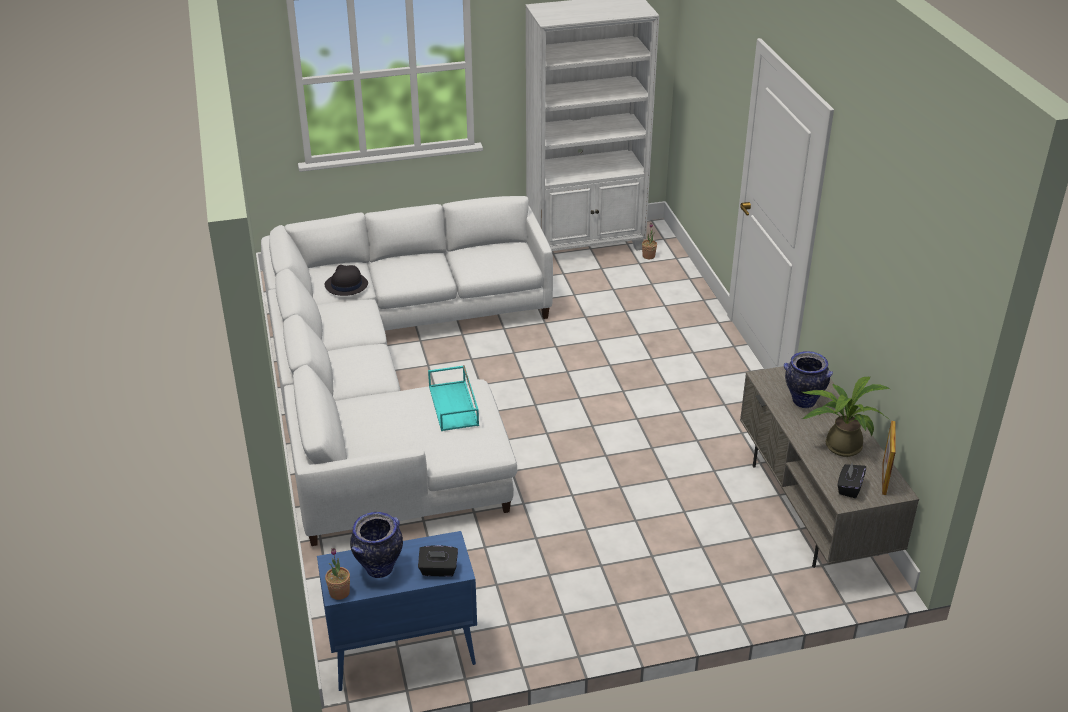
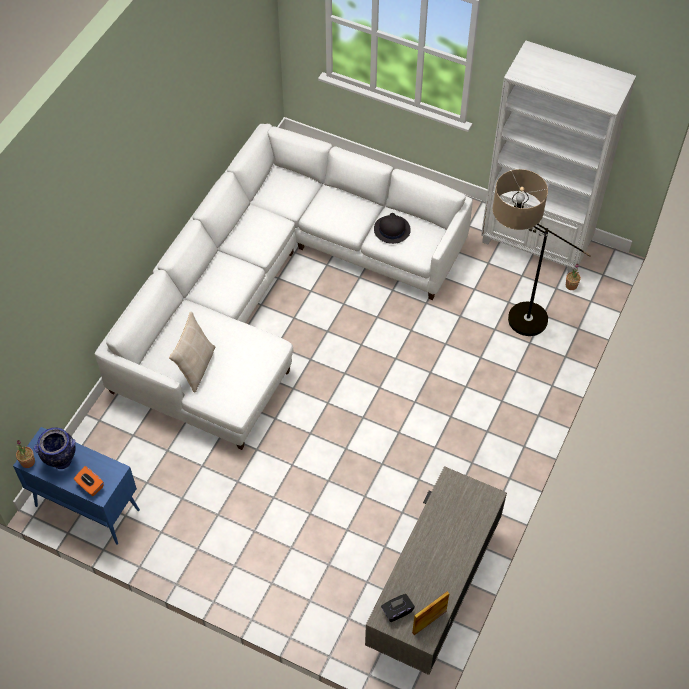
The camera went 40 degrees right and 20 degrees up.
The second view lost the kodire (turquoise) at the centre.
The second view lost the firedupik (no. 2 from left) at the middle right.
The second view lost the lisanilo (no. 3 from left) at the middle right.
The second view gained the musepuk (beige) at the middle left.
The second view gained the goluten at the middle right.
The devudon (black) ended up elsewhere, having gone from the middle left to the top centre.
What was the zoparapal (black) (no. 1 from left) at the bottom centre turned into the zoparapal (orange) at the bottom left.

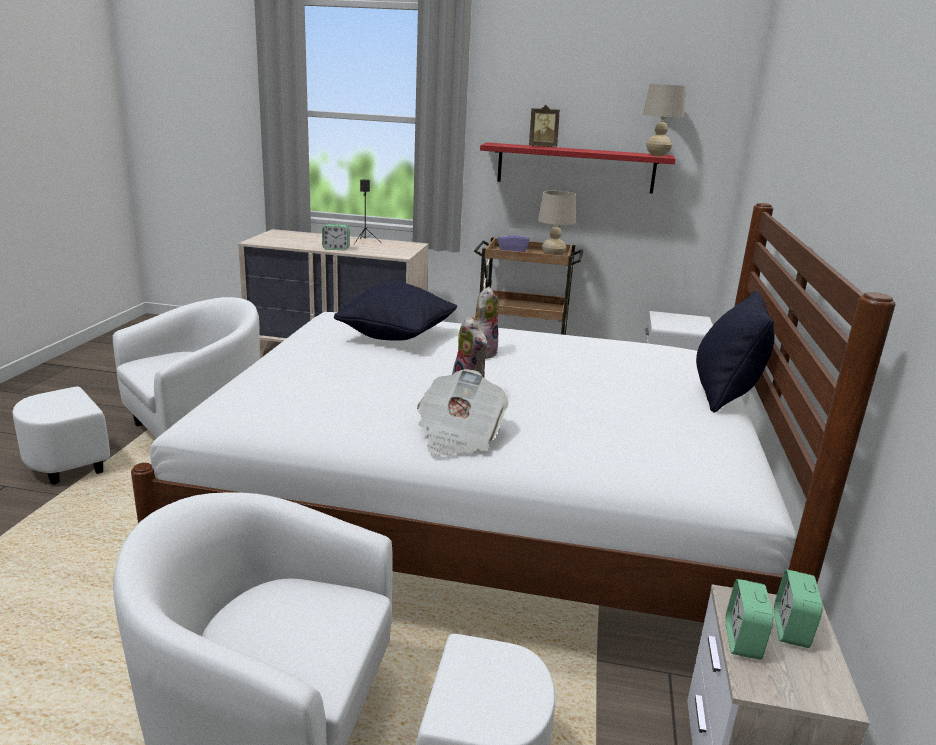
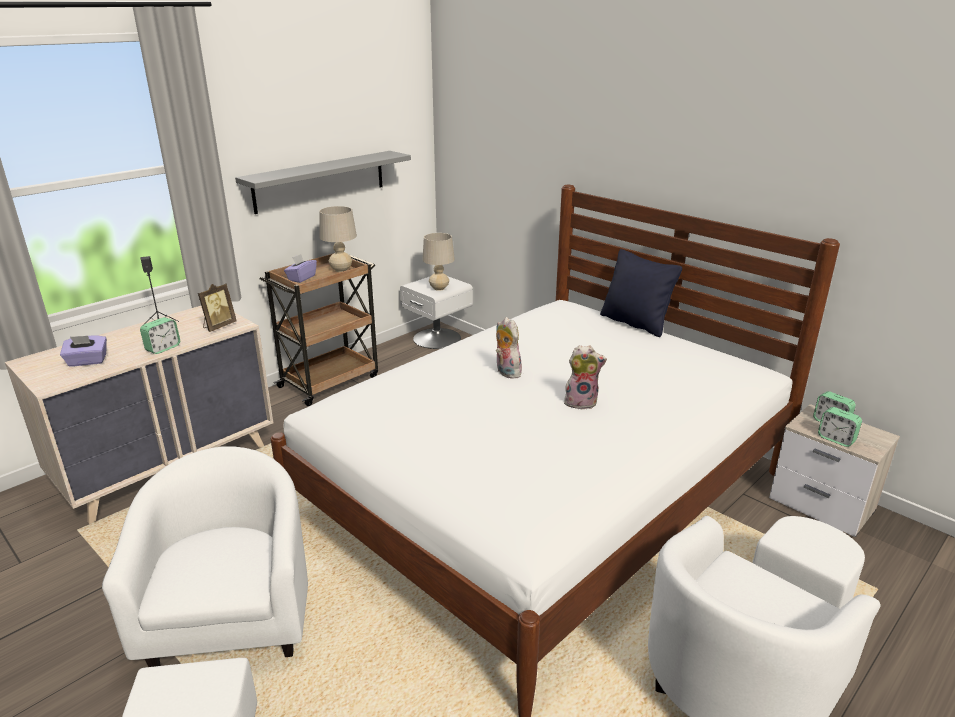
The camera went 55 degrees left and 5 degrees up.
The second view lost the musepuk (black) (no. 1 from left) at the centre.
The second view lost the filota at the centre.
The second view gained the zoparapal (purple) (no. 1 from left) at the middle left.
The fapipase ended up elsewhere, having gone from the top centre to the middle left.
The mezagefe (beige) (no. 2 from left) ended up elsewhere, having gone from the top right to the centre.
What was the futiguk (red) at the top centre turned into the futiguk (grey) at the top centre.

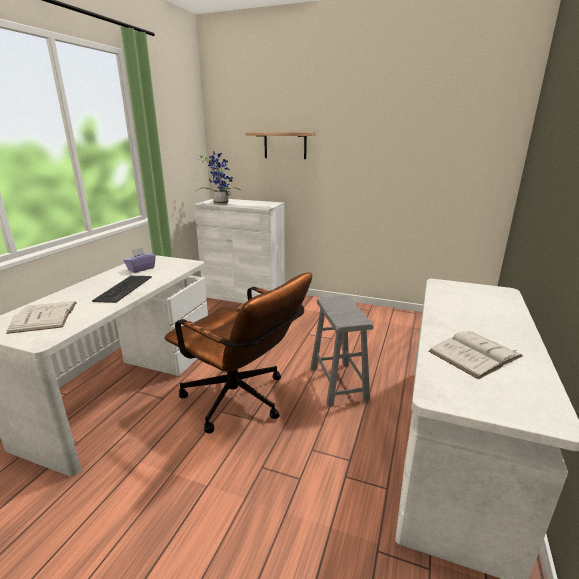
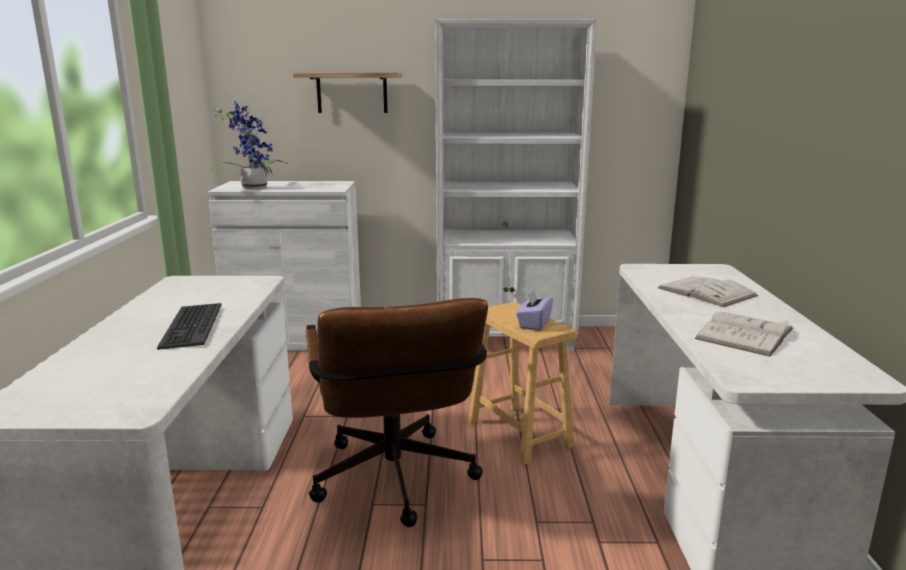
The camera went 20 degrees left and 5 degrees down.
The second view gained the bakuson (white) at the top centre.
The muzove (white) (no. 1 from left) ended up elsewhere, having gone from the middle left to the middle right.
The zoparapal (purple) ended up elsewhere, having gone from the middle left to the centre.
What was the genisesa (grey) at the centre turned into the genisesa (brown) at the bottom centre.
The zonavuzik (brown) at the centre ended up facing another way, 60 degrees clockwise from before.

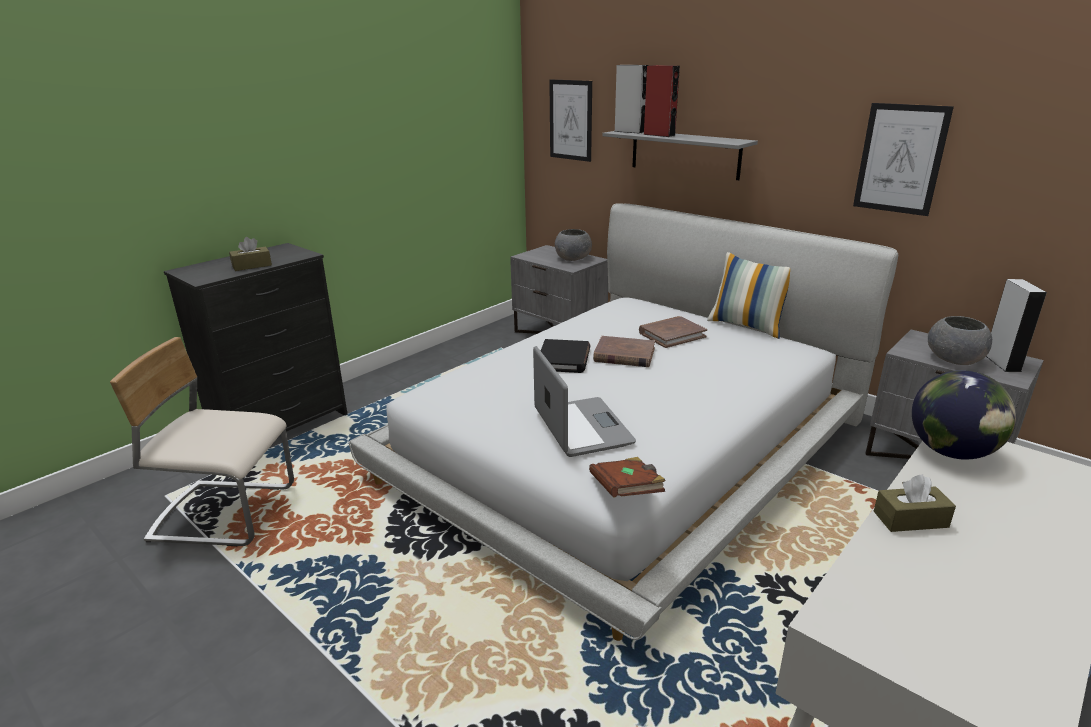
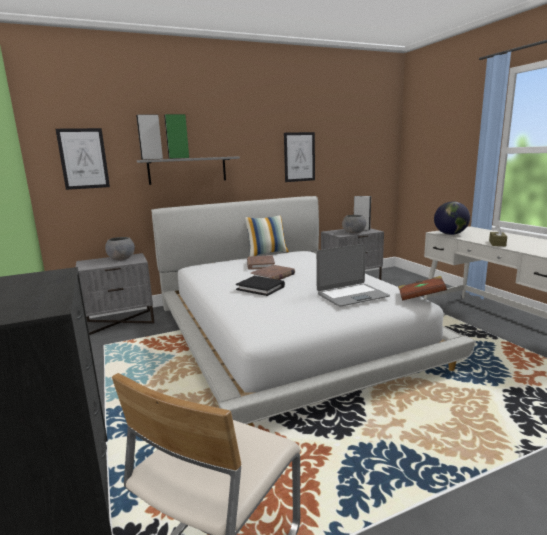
The camera went 65 degrees left and 10 degrees down.
The second view lost the zoparapal (brown) (no. 1 from left) at the middle left.
What was the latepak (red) at the top centre turned into the latepak (green) at the top left.
The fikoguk at the centre ended up facing another way, 150 degrees clockwise from before.

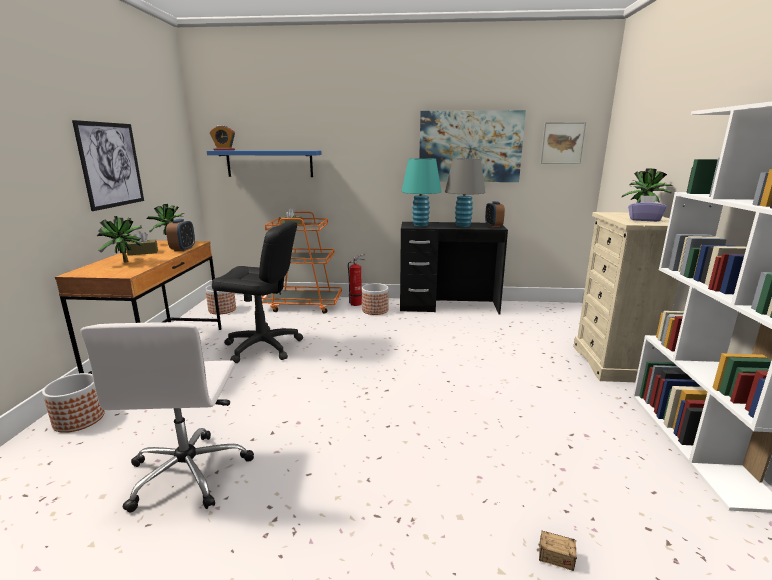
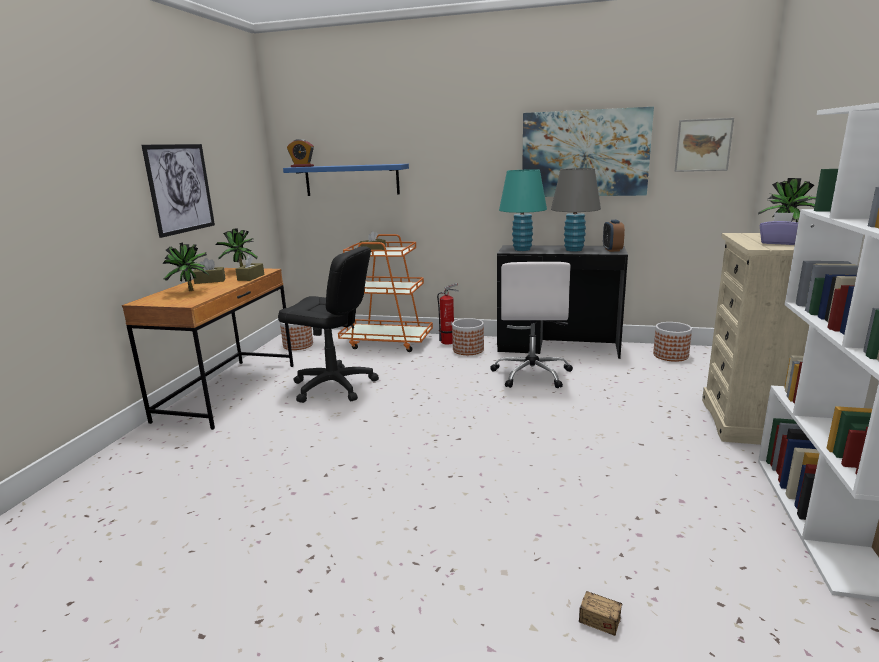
The camera went 10 degrees right and 0 degrees up.
The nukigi (no. 1 from left in the first image) ended up elsewhere, having gone from the bottom left to the middle right.
The zonavuzik (white) ended up elsewhere, having gone from the bottom left to the centre.
Where the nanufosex (no. 1 from left) stood at the middle left, the zoparapal (brown) (no. 2 from left) came to stand at the middle left.

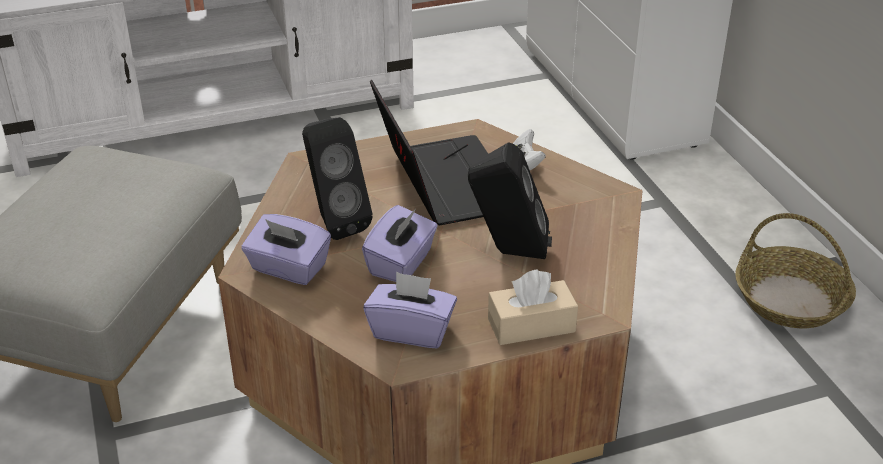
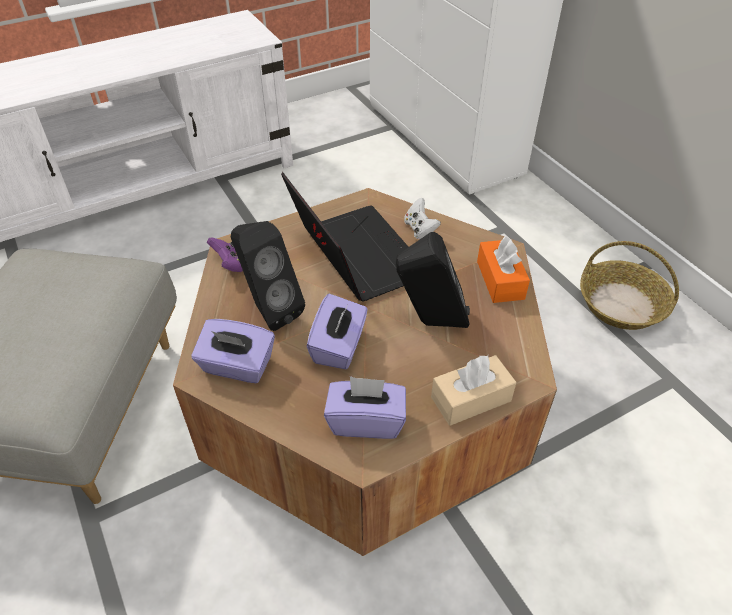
The camera went 10 degrees left and 10 degrees up.
The second view gained the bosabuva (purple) at the middle left.
The second view gained the zoparapal (orange) at the middle right.

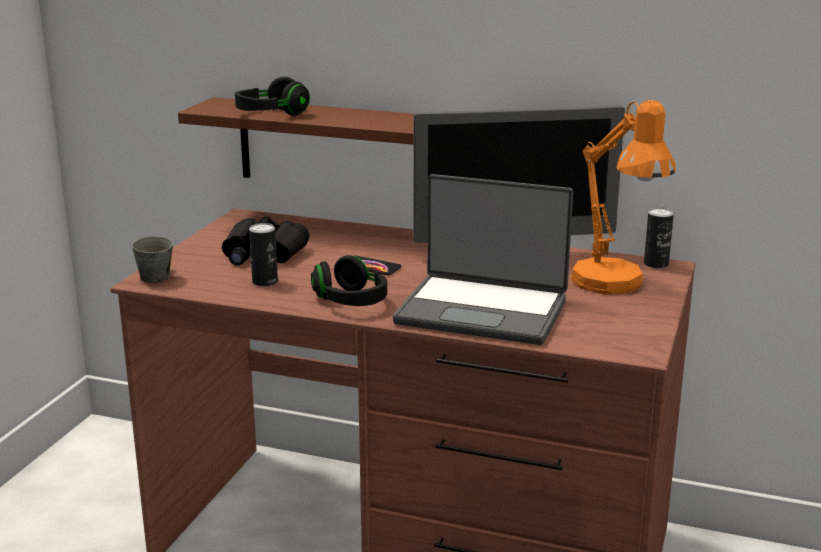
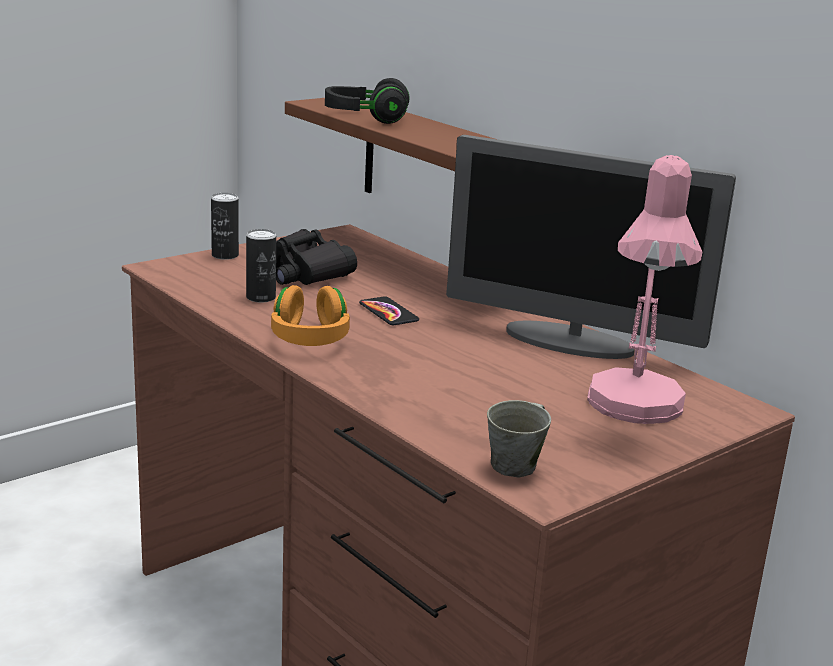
The camera went 30 degrees right and 0 degrees up.
The second view lost the fikoguk at the centre.
The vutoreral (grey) ended up elsewhere, having gone from the middle left to the centre.
The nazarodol (no. 2 from left in the first image) ended up elsewhere, having gone from the middle right to the middle left.
What was the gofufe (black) (no. 2 from left) at the centre turned into the gofufe (orange) at the centre.
What was the mezagefe (orange) at the middle right turned into the mezagefe (pink) at the middle right.

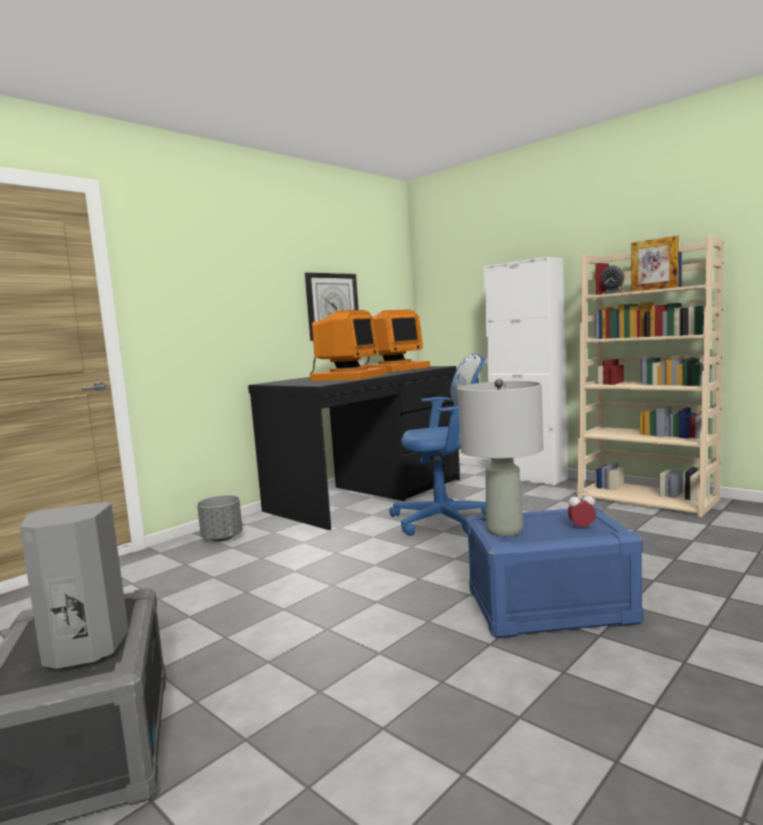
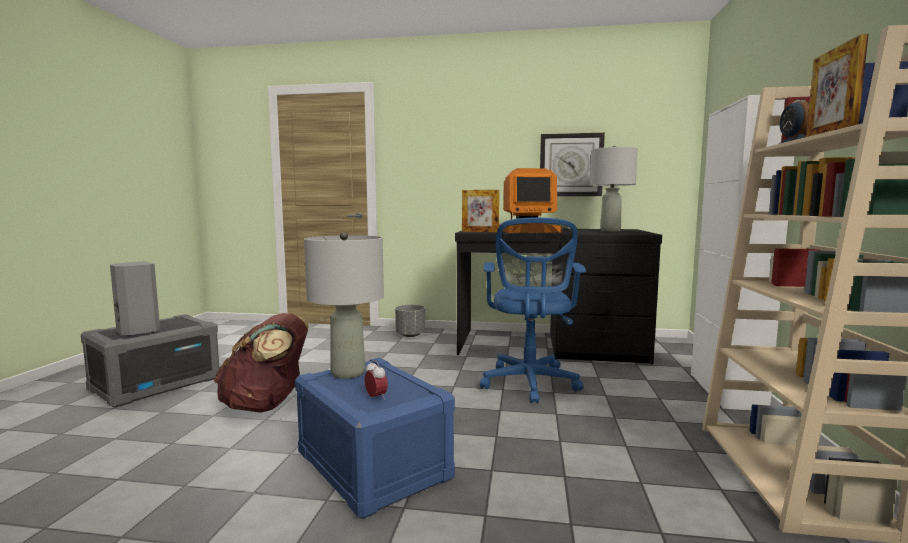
The camera went 55 degrees right and 0 degrees up.
The second view gained the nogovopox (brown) at the bottom left.
The second view gained the fapipase (no. 1 from left) at the centre.
Where the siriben (no. 2 from left) stood at the centre, the mezagefe (grey) (no. 2 from left) came to stand at the middle right.
The zonavuzik (blue) at the centre ended up facing another way, 45 degrees clockwise from before.

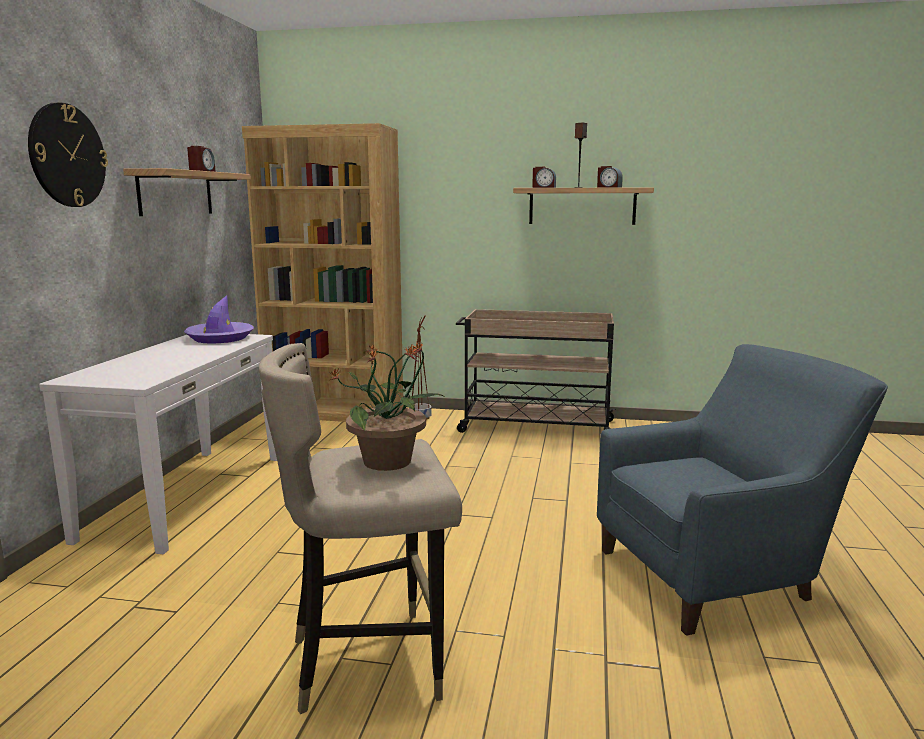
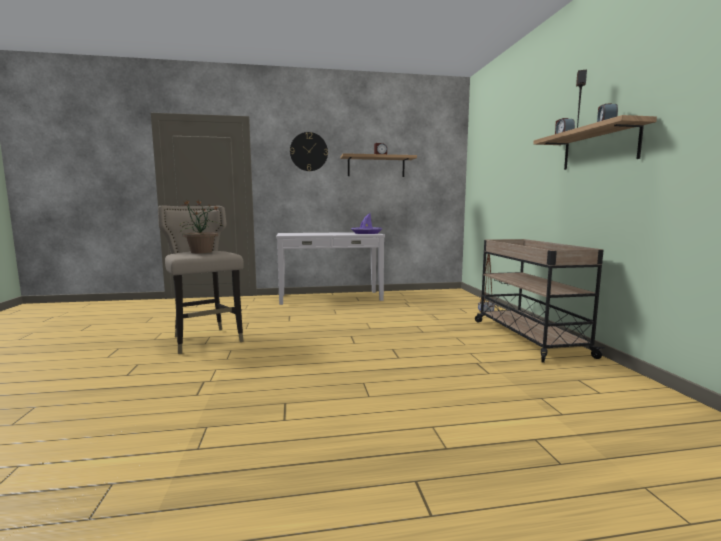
The camera went 70 degrees right and 5 degrees down.
The second view lost the bakuson (brown) at the centre.
The second view lost the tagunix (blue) at the middle right.

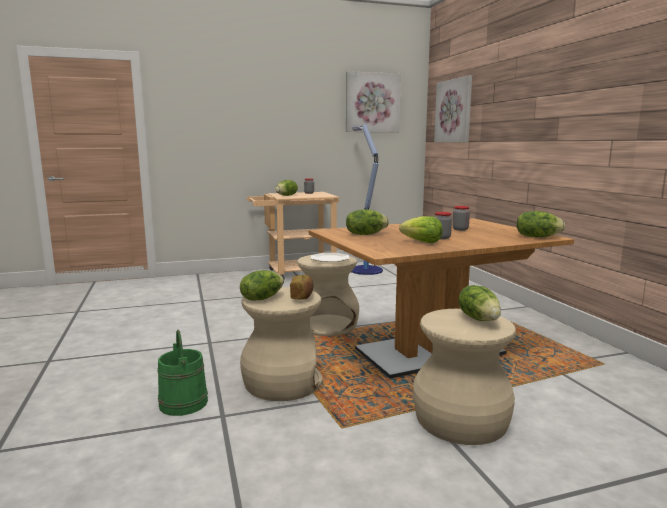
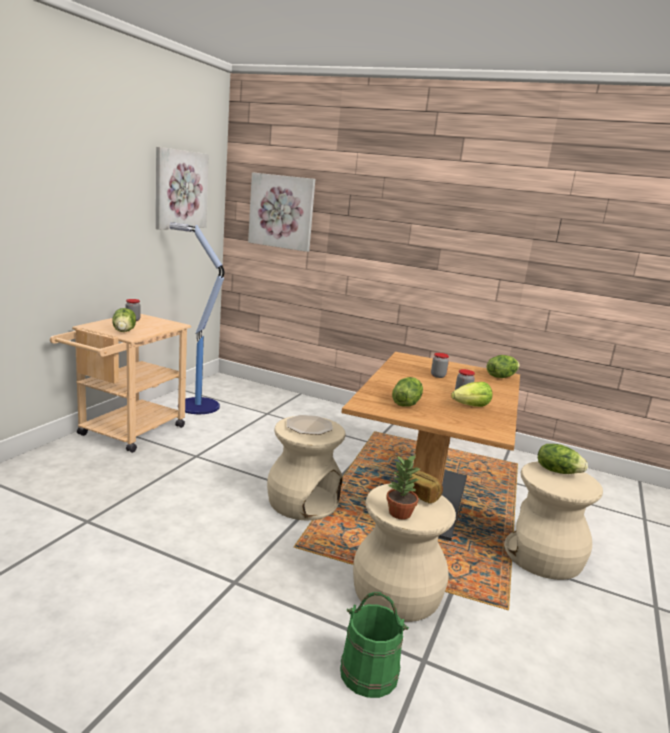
The camera went 50 degrees left and 5 degrees up.
Where the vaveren (no. 1 from left) stood at the centre, the lisanilo came to stand at the centre.

